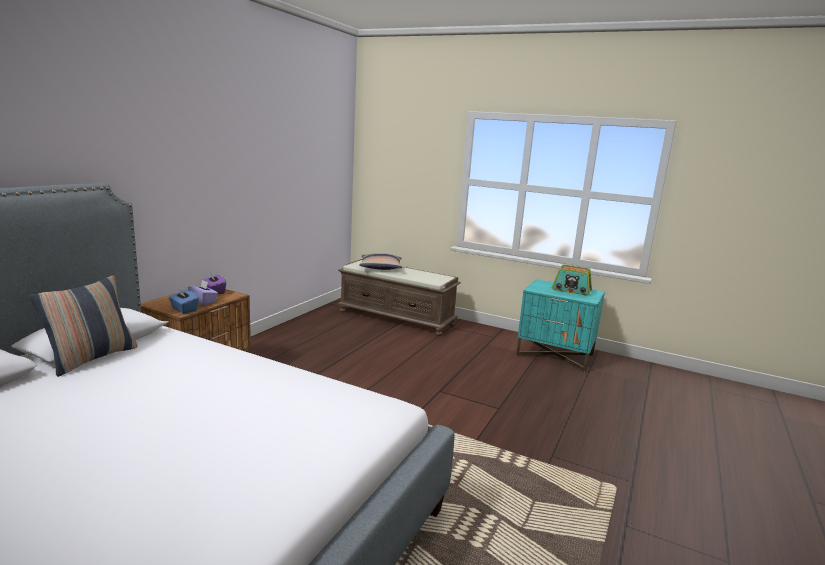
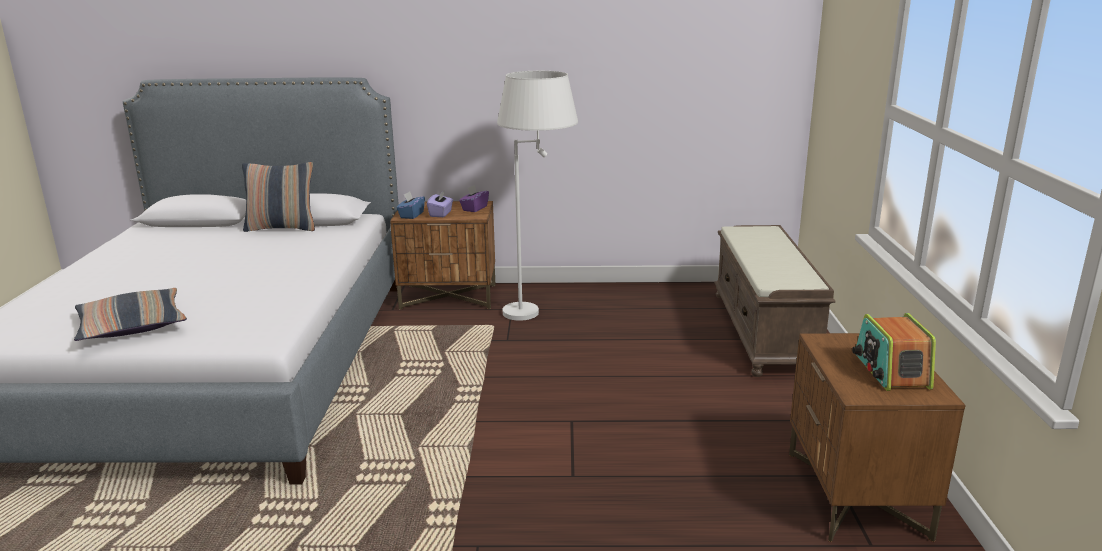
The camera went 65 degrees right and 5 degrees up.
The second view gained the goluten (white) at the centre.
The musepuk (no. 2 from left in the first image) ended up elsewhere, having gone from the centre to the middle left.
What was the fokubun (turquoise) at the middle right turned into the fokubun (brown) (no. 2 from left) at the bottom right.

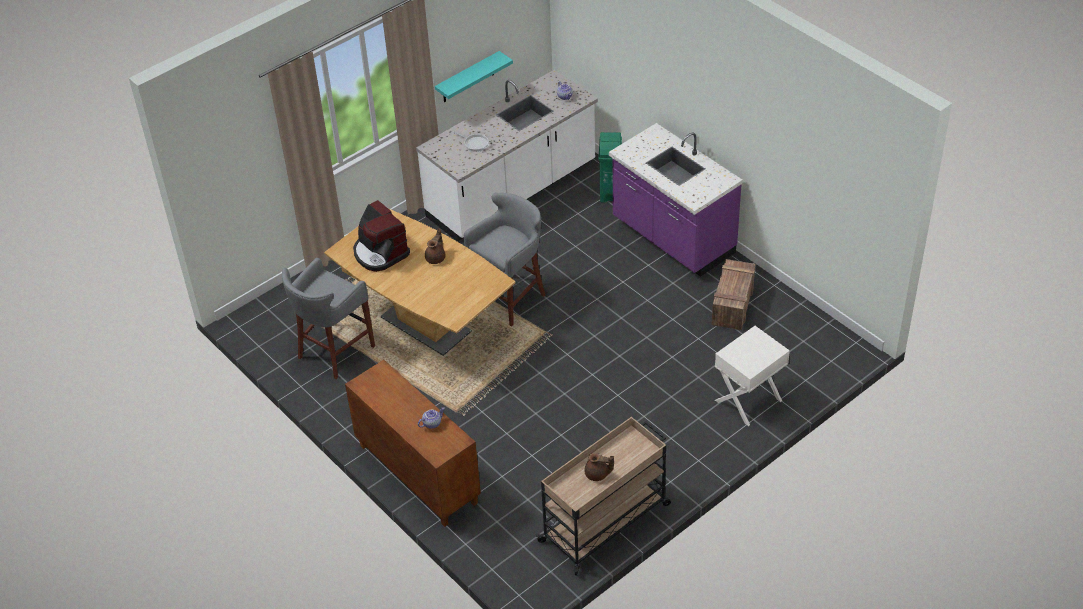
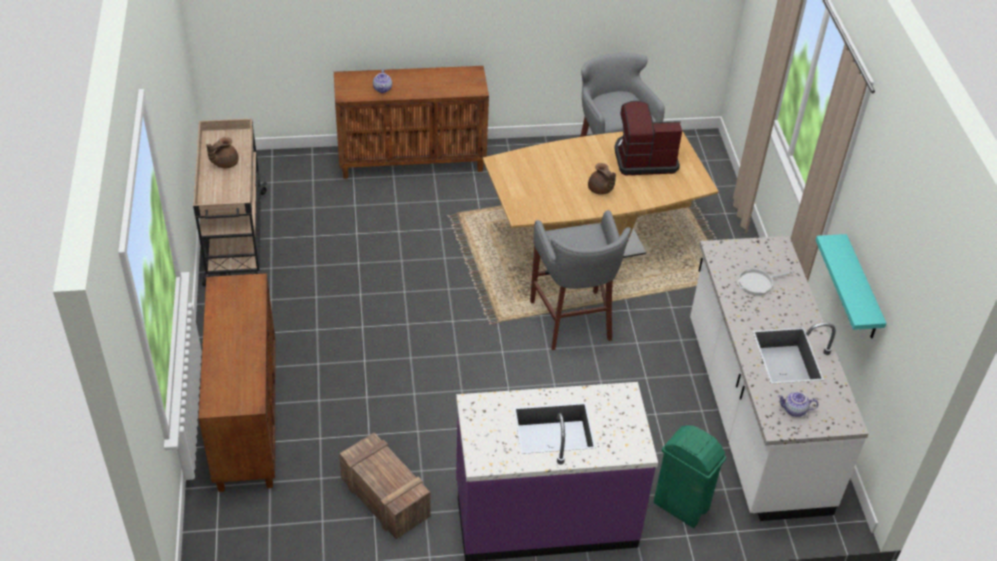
The camera went 120 degrees right and 0 degrees up.
Where the fokubun (white) stood at the middle right, the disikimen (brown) (no. 1 from left) came to stand at the bottom left.

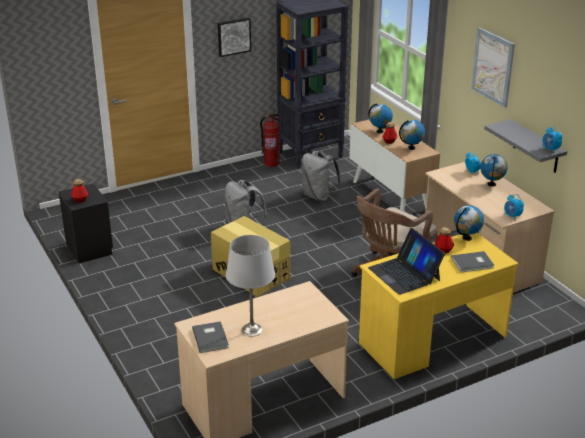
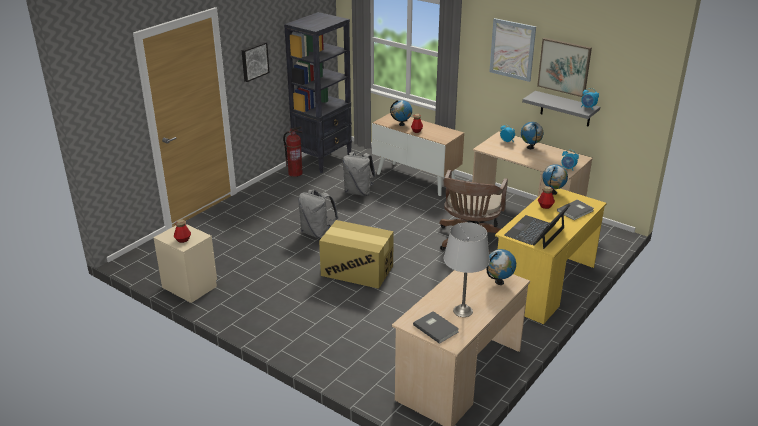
The camera went 25 degrees left and 0 degrees up.
The second view gained the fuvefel (no. 3 from left) at the top right.
The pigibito (no. 2 from left) ended up elsewhere, having gone from the top right to the centre.
What was the fokubun (black) at the middle left turned into the fokubun (beige) at the middle left.
The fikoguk at the middle right ended up facing another way, 90 degrees clockwise from before.

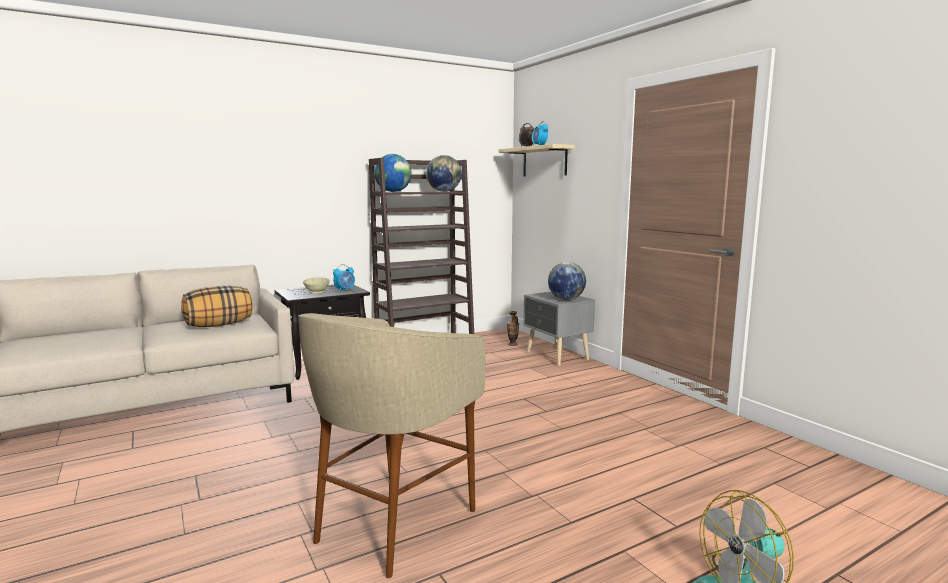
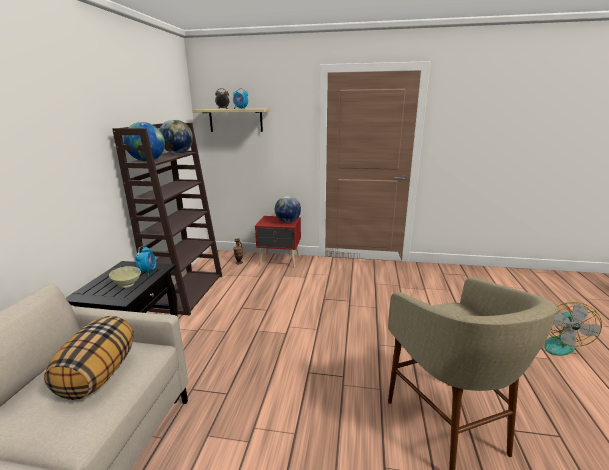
The camera went 50 degrees left and 10 degrees up.
What was the fokubun (grey) at the centre turned into the fokubun (red) at the centre.

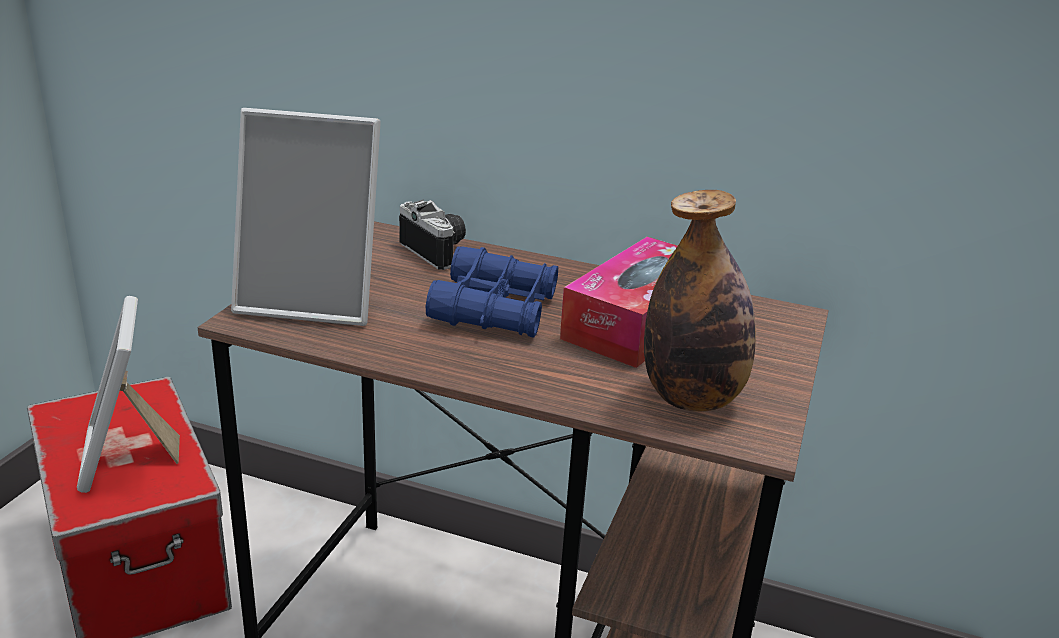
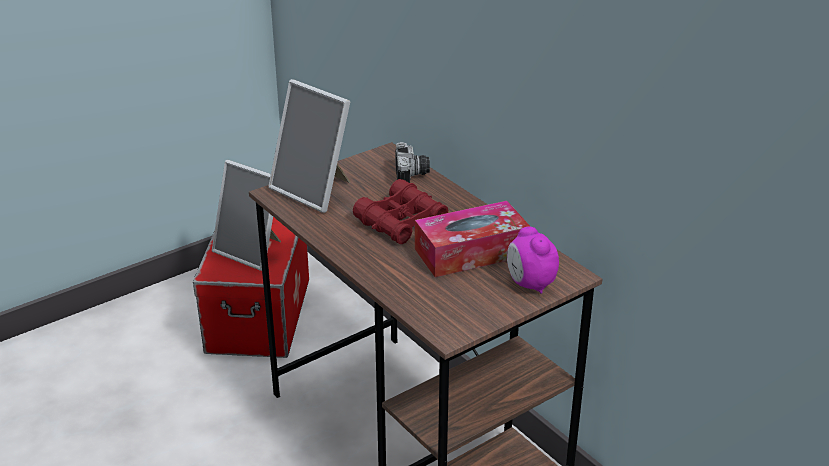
The camera went 35 degrees right and 5 degrees up.
The second view lost the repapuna at the centre.
The second view gained the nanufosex at the centre.
What was the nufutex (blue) at the centre turned into the nufutex (red) at the centre.
The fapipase (no. 1 from left) at the middle left ended up facing another way, 75 degrees counterclockwise from before.

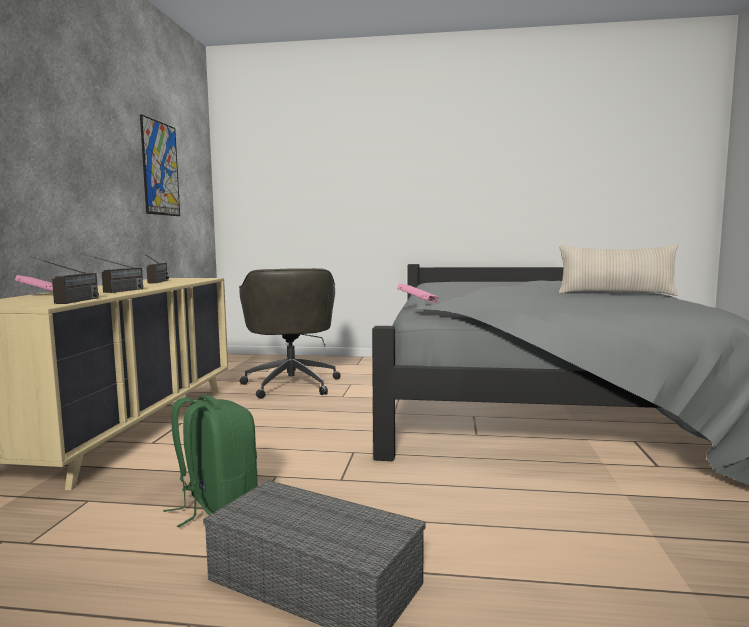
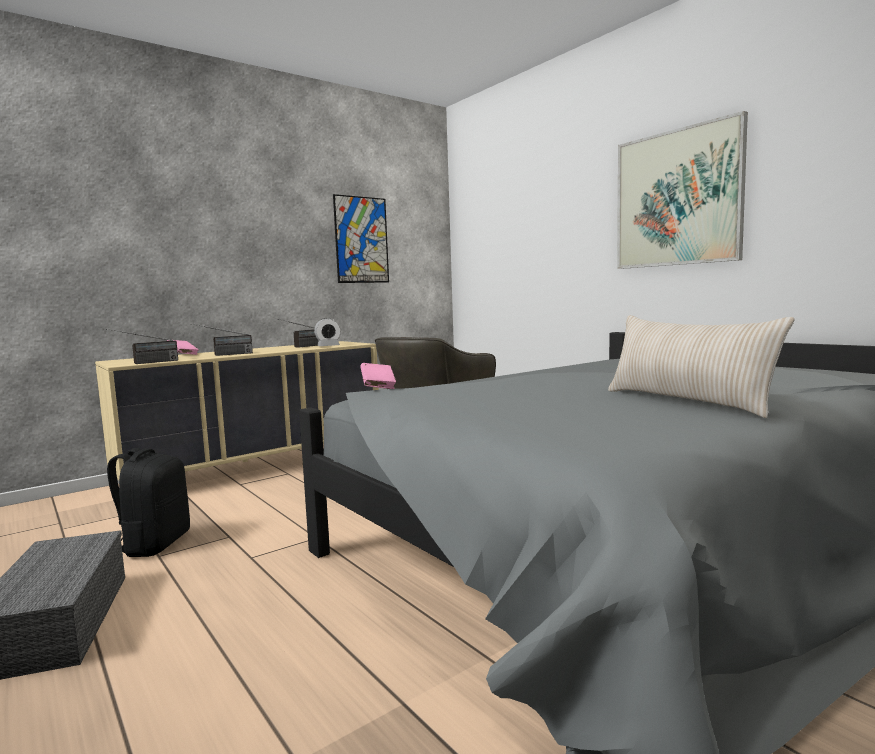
The camera went 45 degrees right and 0 degrees up.
The second view gained the nanufosex at the centre.
The second view gained the fuvefel (no. 2 from left) at the top right.
What was the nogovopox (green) at the bottom left turned into the nogovopox (black) at the middle left.

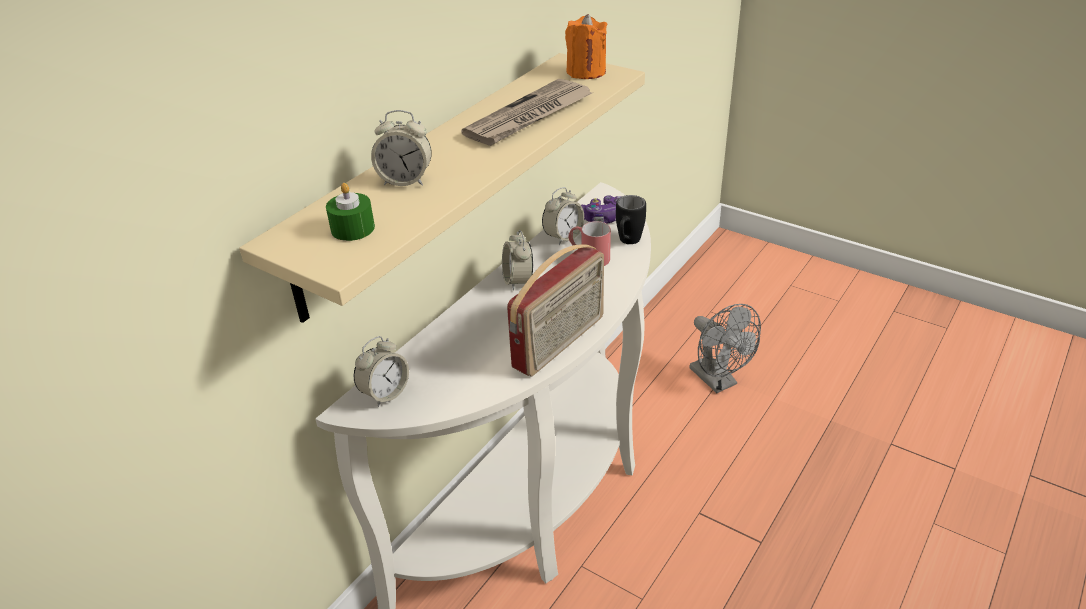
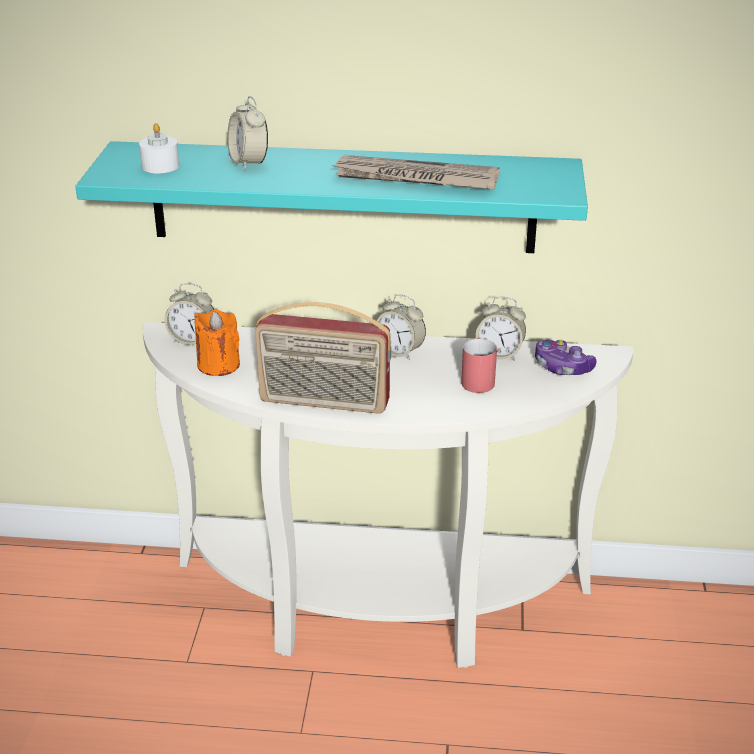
The camera went 60 degrees right and 5 degrees down.
The second view lost the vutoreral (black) at the centre.
The second view lost the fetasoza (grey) at the middle right.
The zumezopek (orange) ended up elsewhere, having gone from the top centre to the middle left.
What was the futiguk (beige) at the top centre turned into the futiguk (turquoise) at the top centre.
What was the zumezopek (green) at the middle left turned into the zumezopek (white) at the top left.
The nanufosex (no. 3 from left) at the centre ended up facing another way, 105 degrees counterclockwise from before.

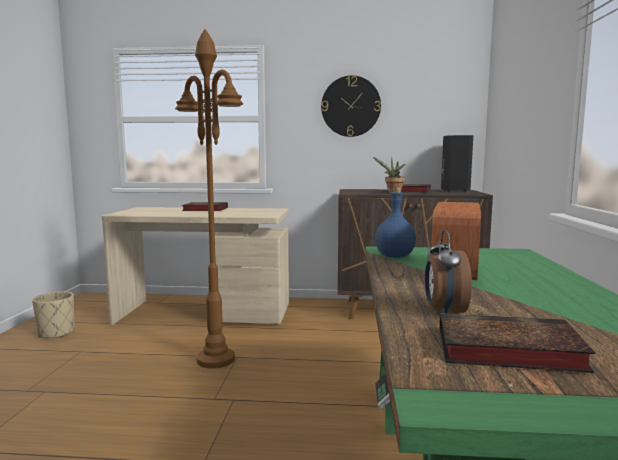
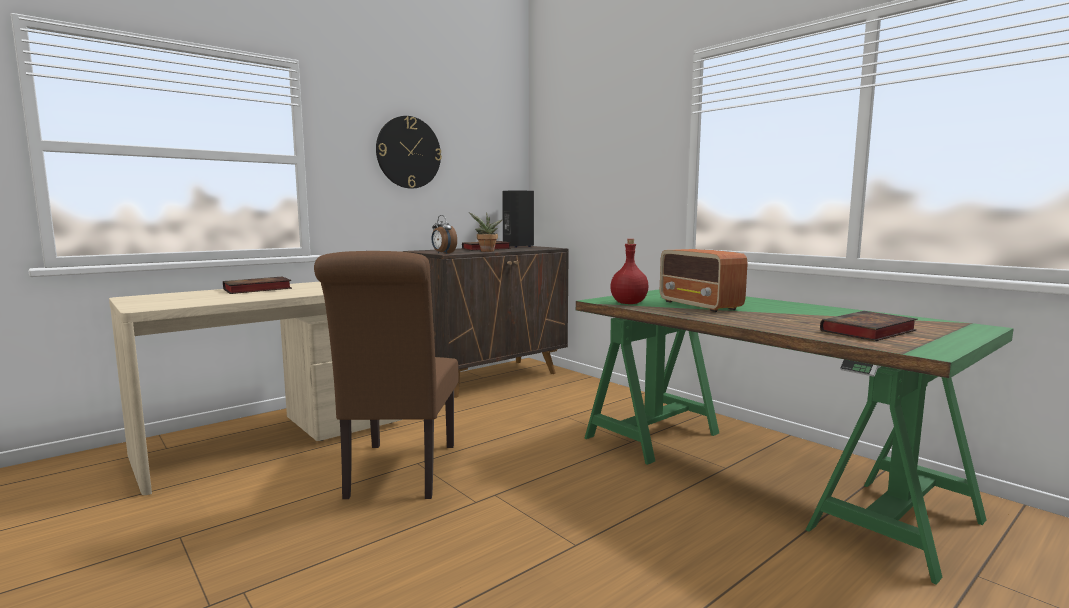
The camera went 45 degrees left and 0 degrees up.
The second view lost the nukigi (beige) at the bottom left.
The nanufosex ended up elsewhere, having gone from the middle right to the centre.
Where the goluten (brown) stood at the centre, the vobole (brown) came to stand at the centre.
What was the repapuna (blue) at the centre turned into the repapuna (red) at the centre.

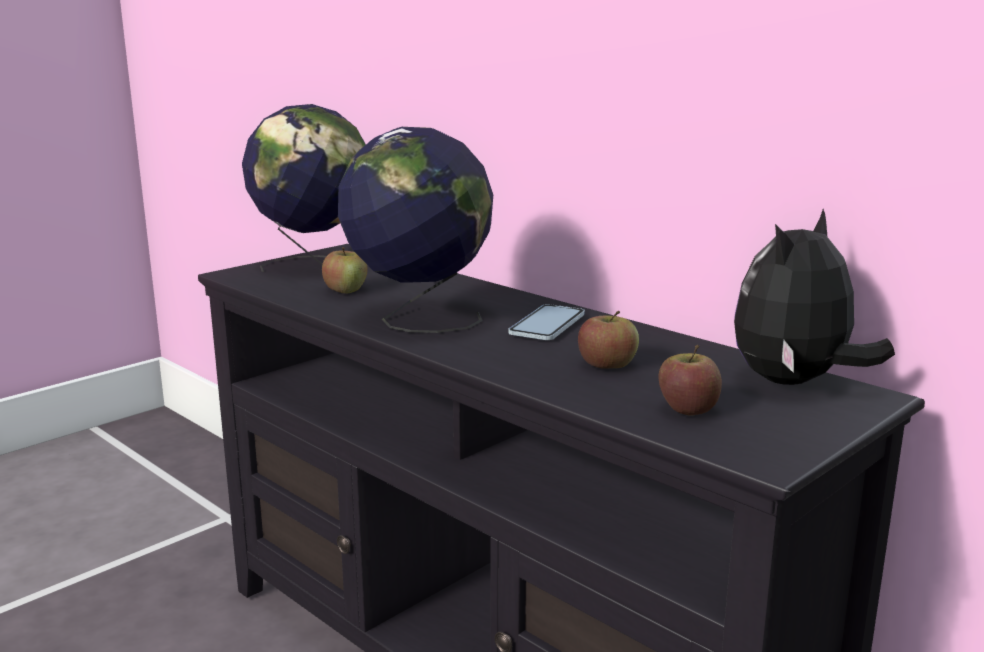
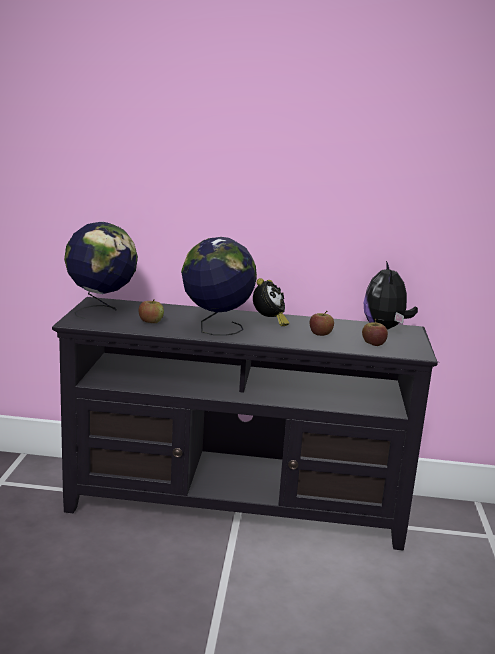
The camera went 40 degrees left and 0 degrees up.
Where the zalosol stood at the centre, the nanufosex came to stand at the centre.

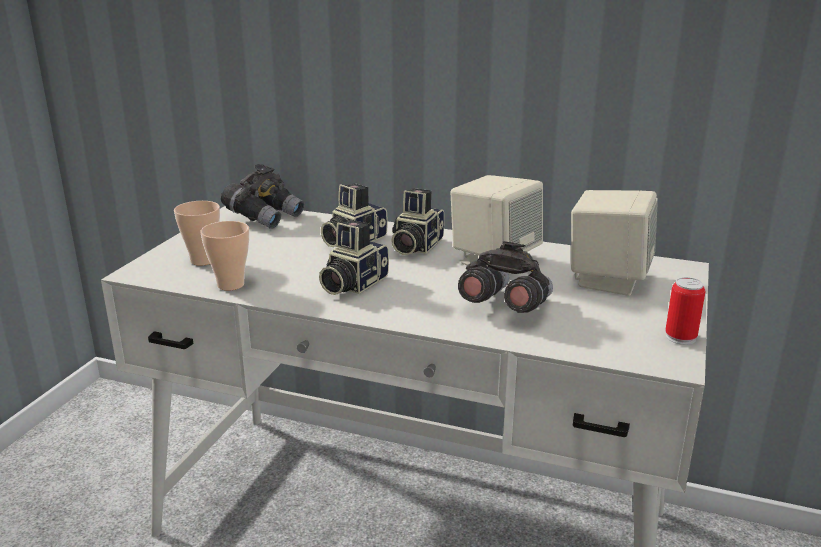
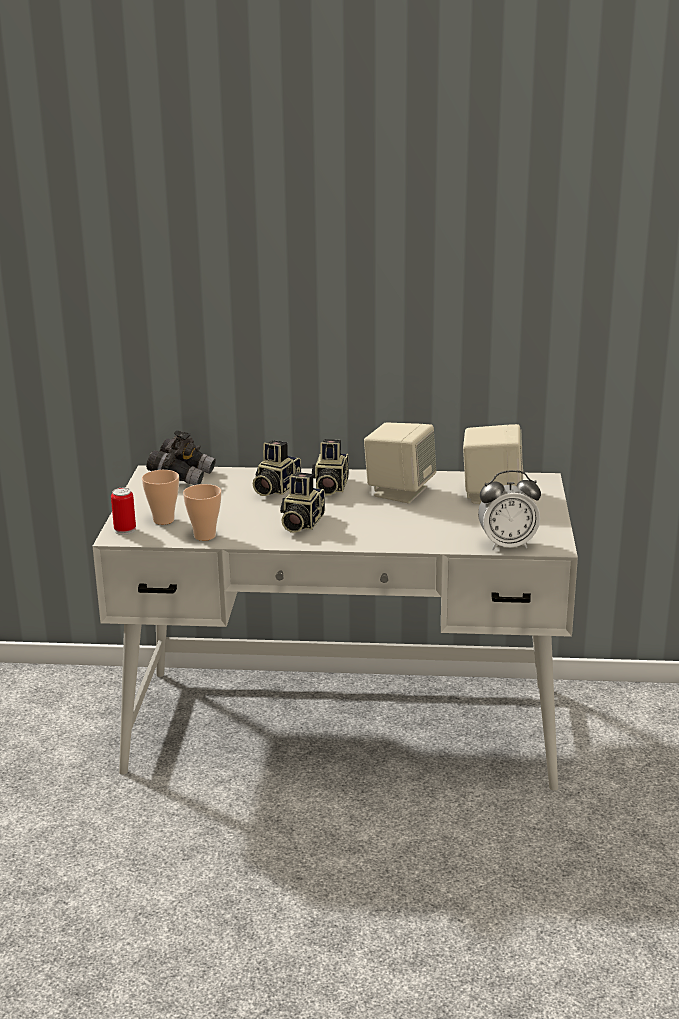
The camera went 15 degrees left and 0 degrees up.
The second view lost the nufutex (grey) (no. 2 from left) at the centre.
The second view gained the nanufosex at the middle right.
The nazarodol ended up elsewhere, having gone from the middle right to the middle left.

